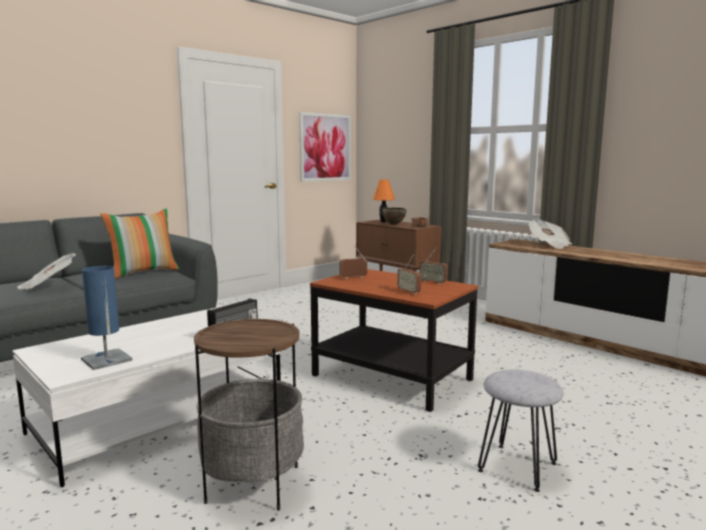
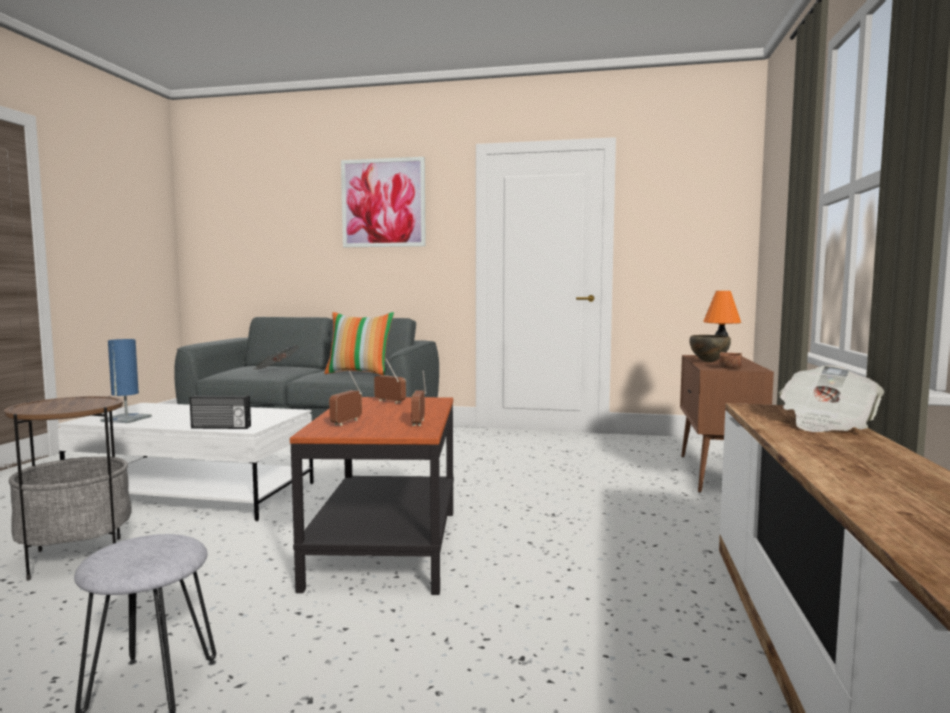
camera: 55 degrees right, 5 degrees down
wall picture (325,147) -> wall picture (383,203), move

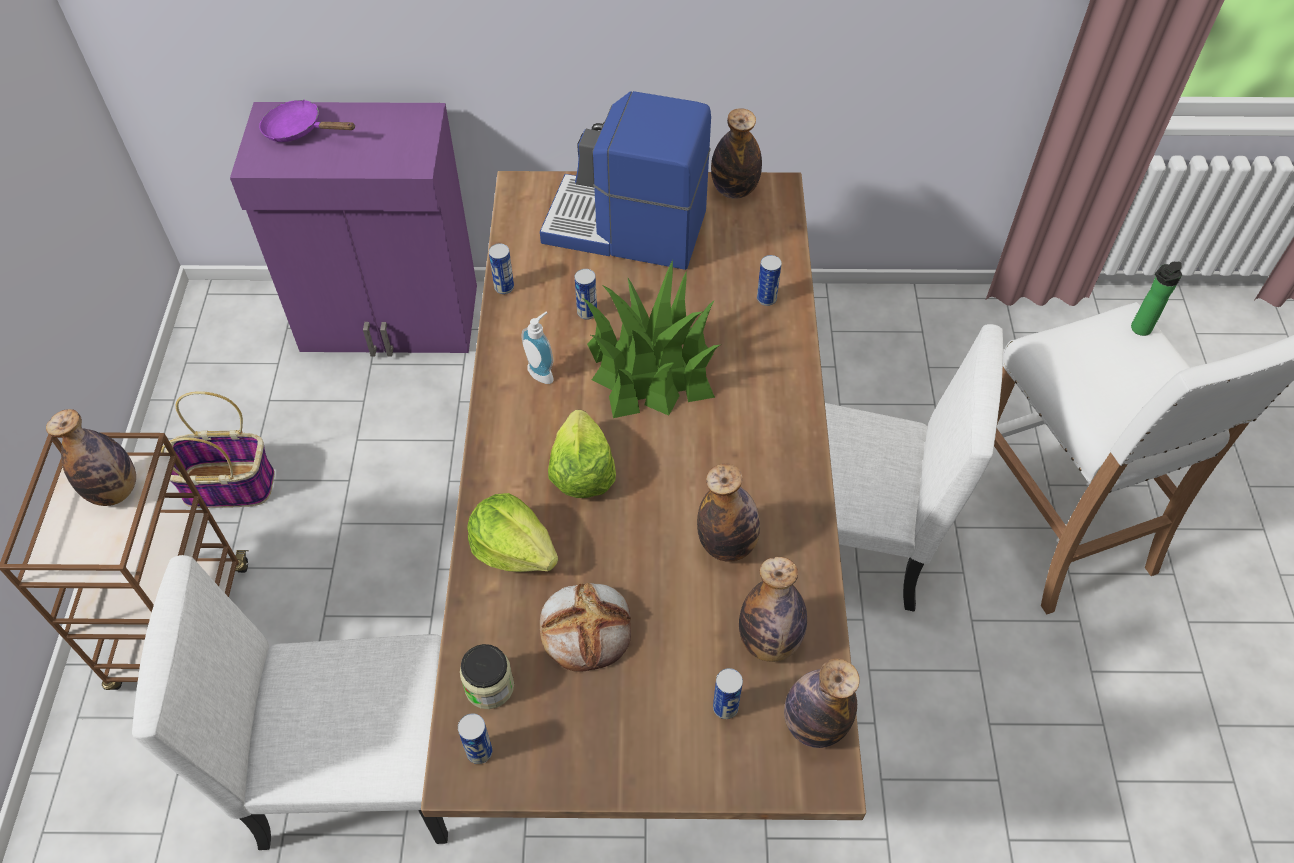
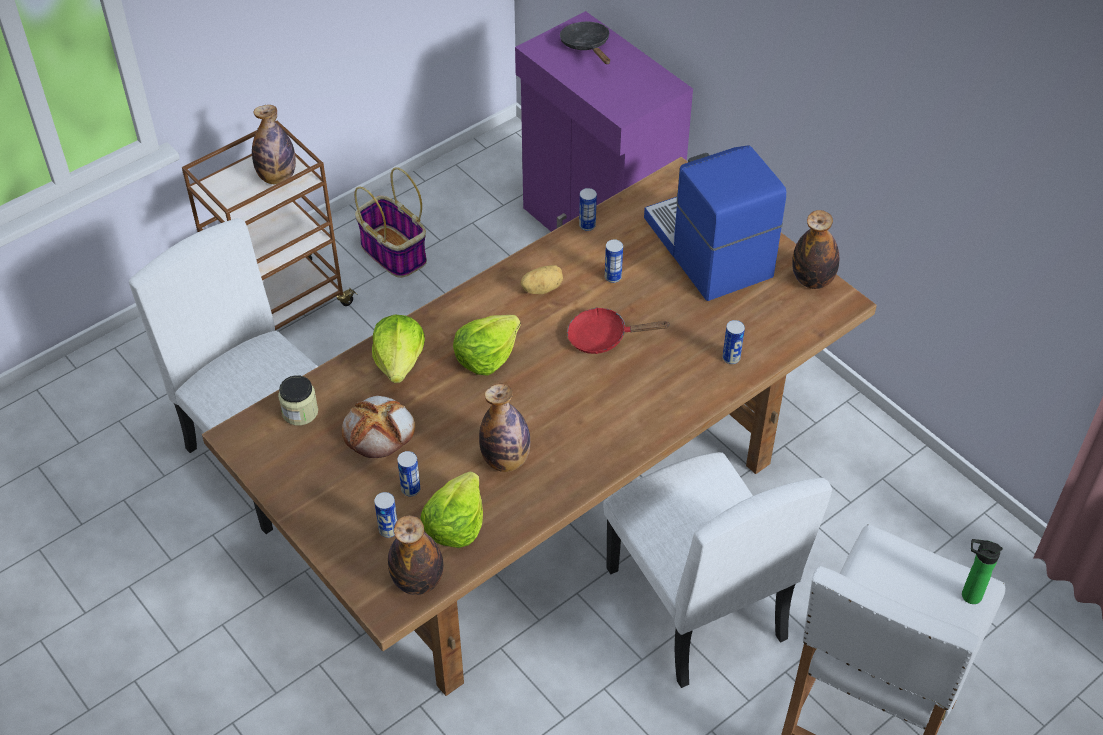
camera: 50 degrees right, 5 degrees down
purplish frying pan (299,130) -> black-coloured frying pan (587,46)
potted plant (652,368) -> red-coloured frying pan (603,337)
soap bottle (543,372) -> whole potato (542,288)
drink bottle (769,641) -> lettuce head (455,524)
can (479,752) -> can (410,489), move

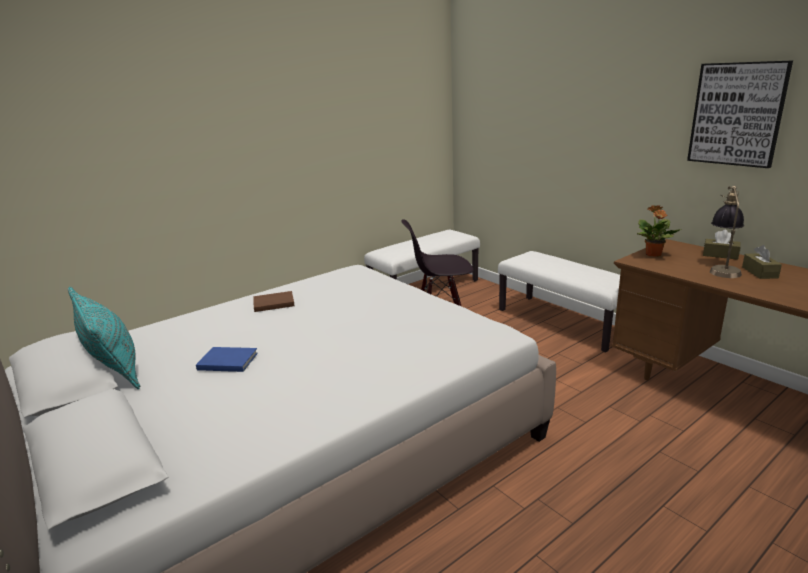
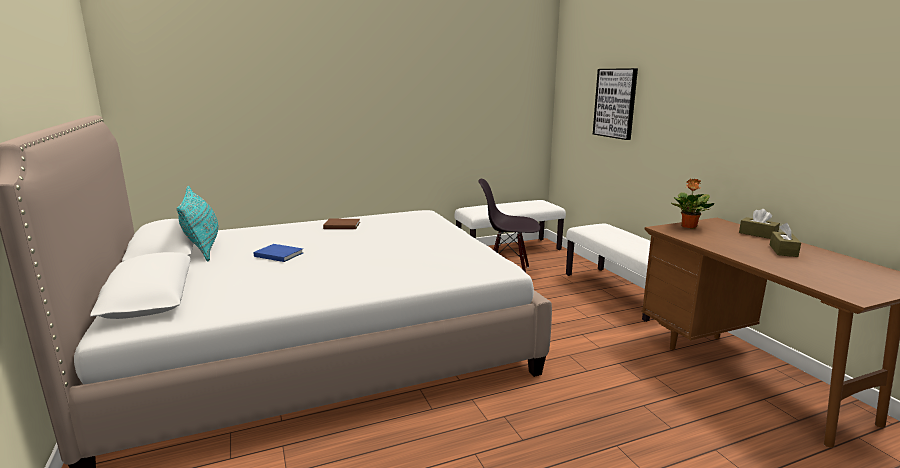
camera: 15 degrees right, 5 degrees down
wall picture (737,114) -> wall picture (615,103), move
tabletop lamp (722,268) -> none

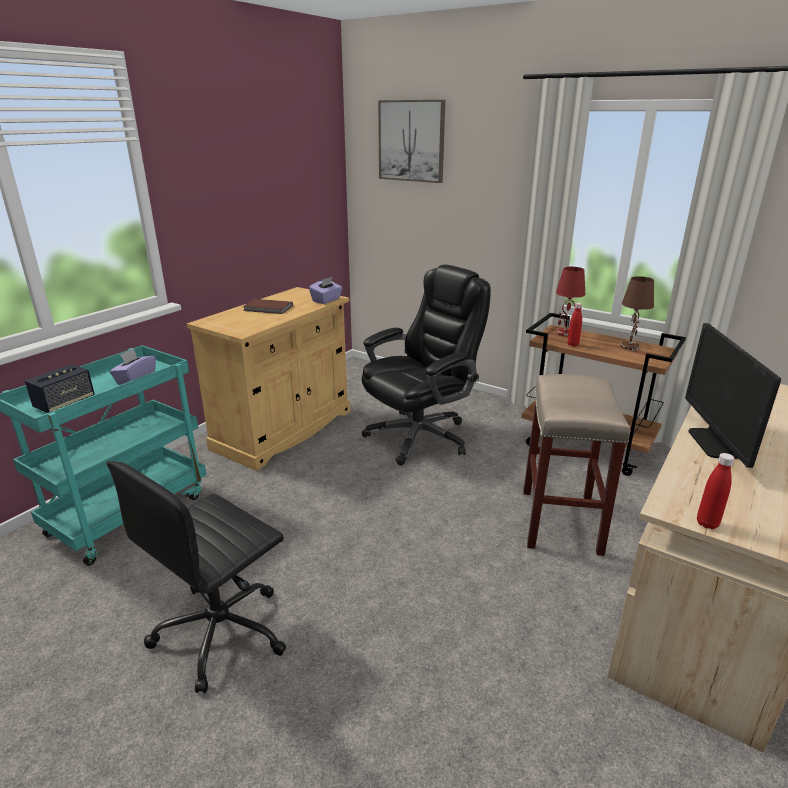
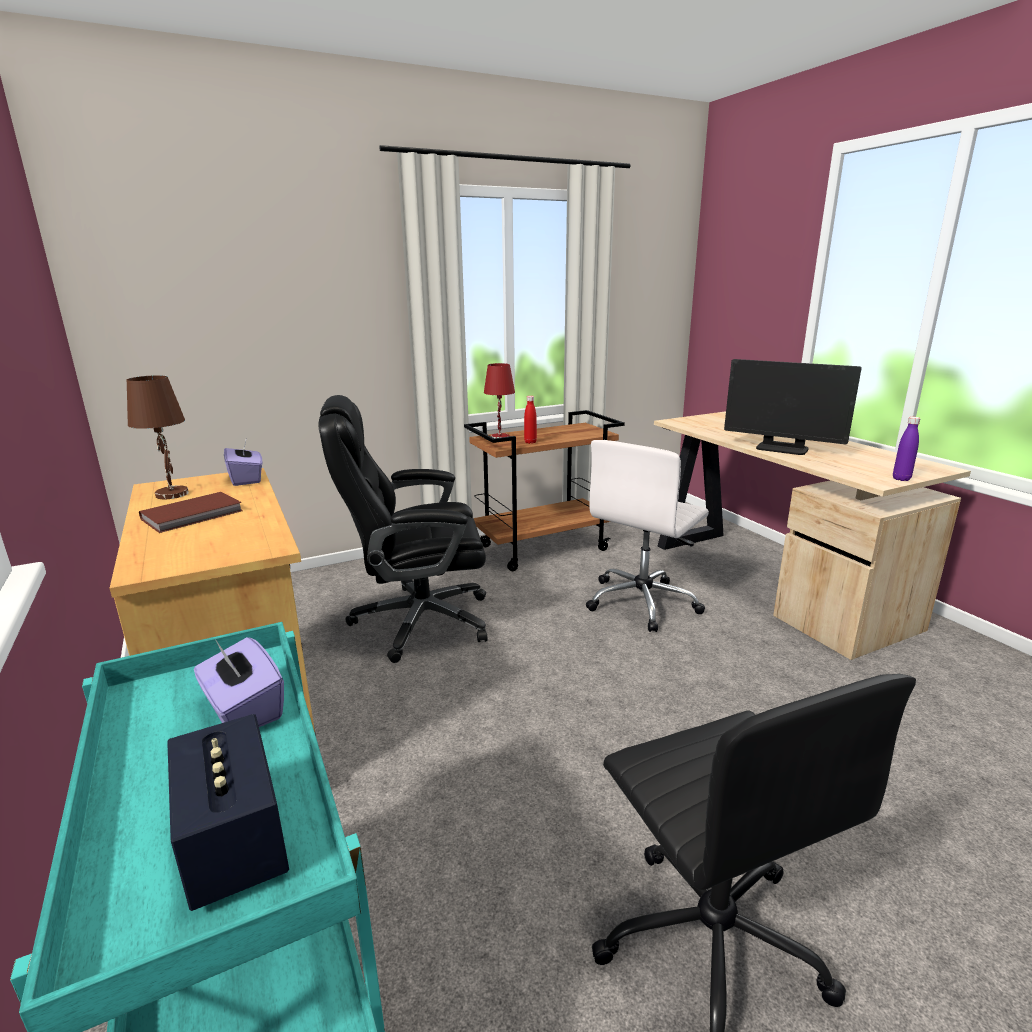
camera: 60 degrees left, 5 degrees down
wall picture (411,141) -> none
black-coloured desk chair (420,436) -> black-coloured desk chair (418,621), 90 degrees counterclockwise
brownish tabletop lamp (629,346) -> brownish tabletop lamp (171,494), move
beige-coloured stool seat (559,520) -> white desk chair (643,602)
red-coloured drink bottle (707,523) -> purplish drink bottle (901,479)

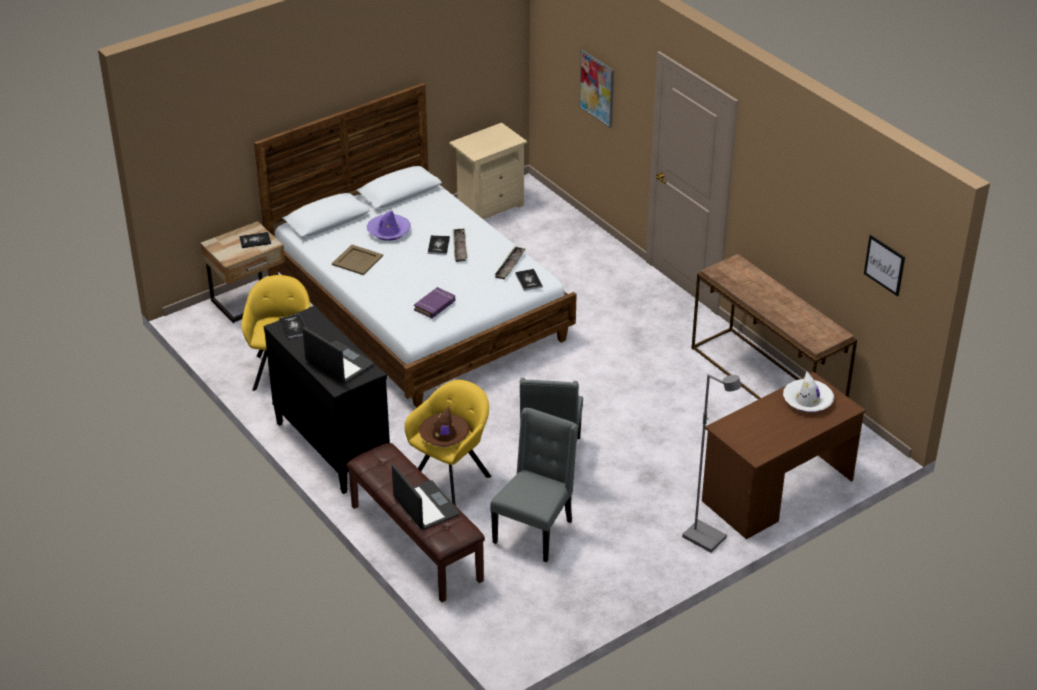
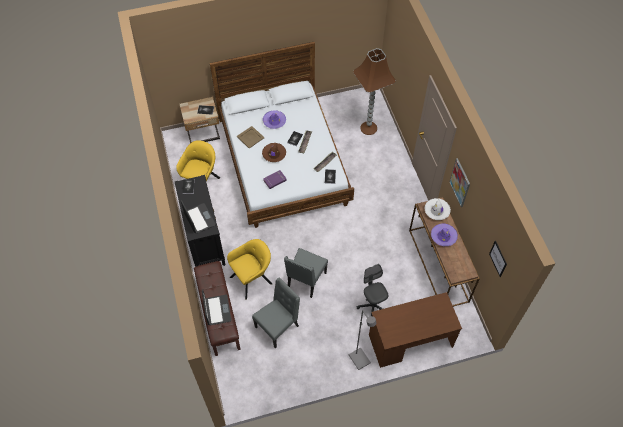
camera: 20 degrees right, 20 degrees up
wall picture (597,88) -> wall picture (460,182), move
beige-coloured night table (489,206) -> none
white wearable hat (807,400) -> white wearable hat (437,211), move
brownish wearable hat (444,435) -> brownish wearable hat (274,154), move
none -> brownish floor lamp (368,127)
none -> purplish wearable hat (443,236)
none -> greyish desk chair (372,306)

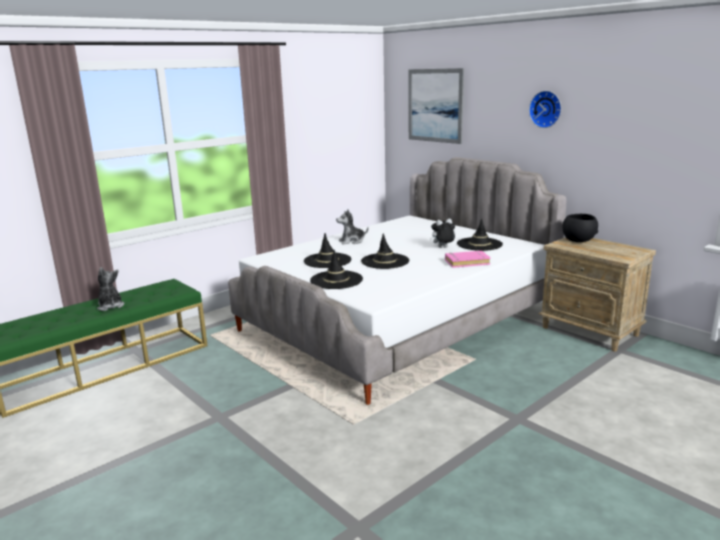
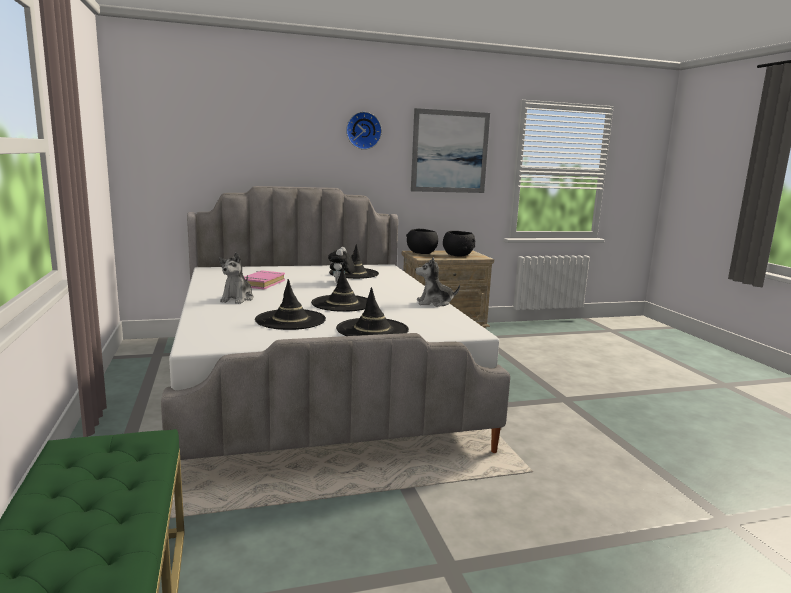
camera: 65 degrees left, 5 degrees down
wall picture (435,105) -> wall picture (450,152), move
pink-coloured bound book (467,262) -> pink-coloured bound book (262,283), move
plush toy (110,306) -> plush toy (434,303), move
none -> black-coloured serving bowl (458,255)

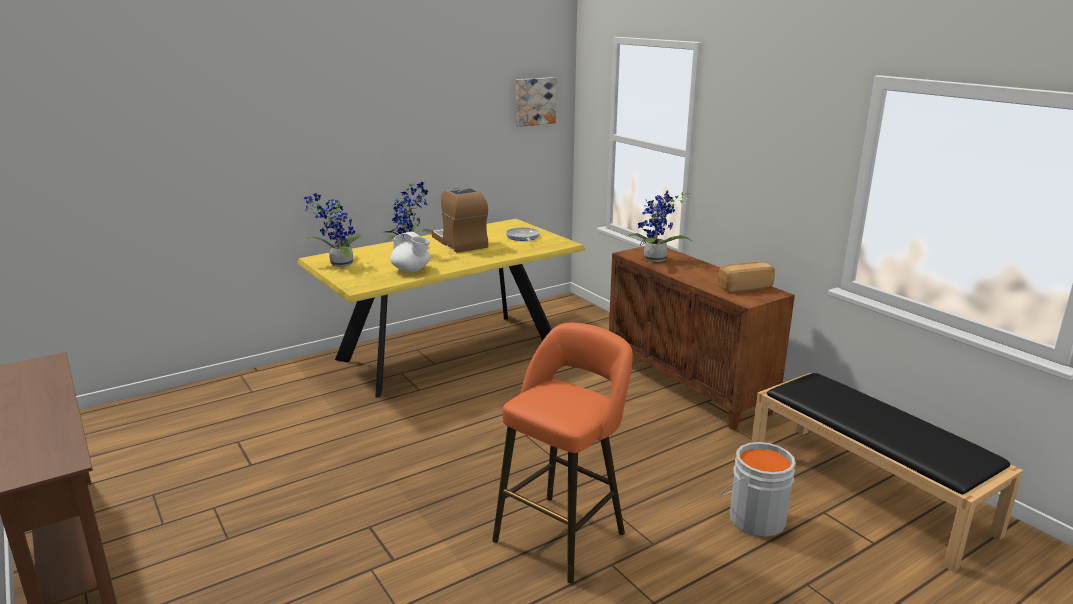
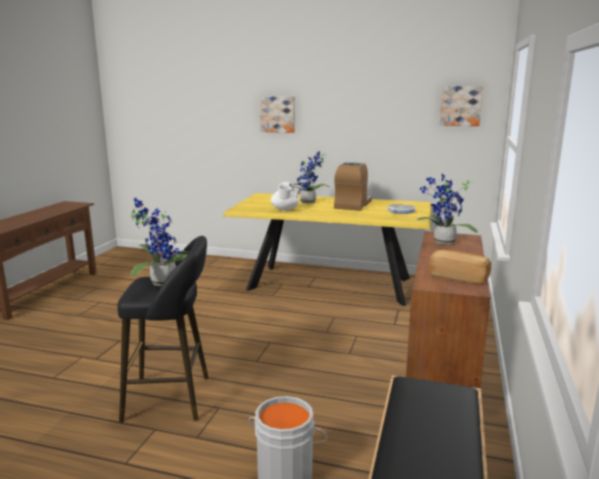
camera: 50 degrees right, 5 degrees down
potted plant (338,264) -> potted plant (161,282), move
orange-coloured stool seat (563,533) -> black-coloured stool seat (173,398)
none -> wall picture (278,114)

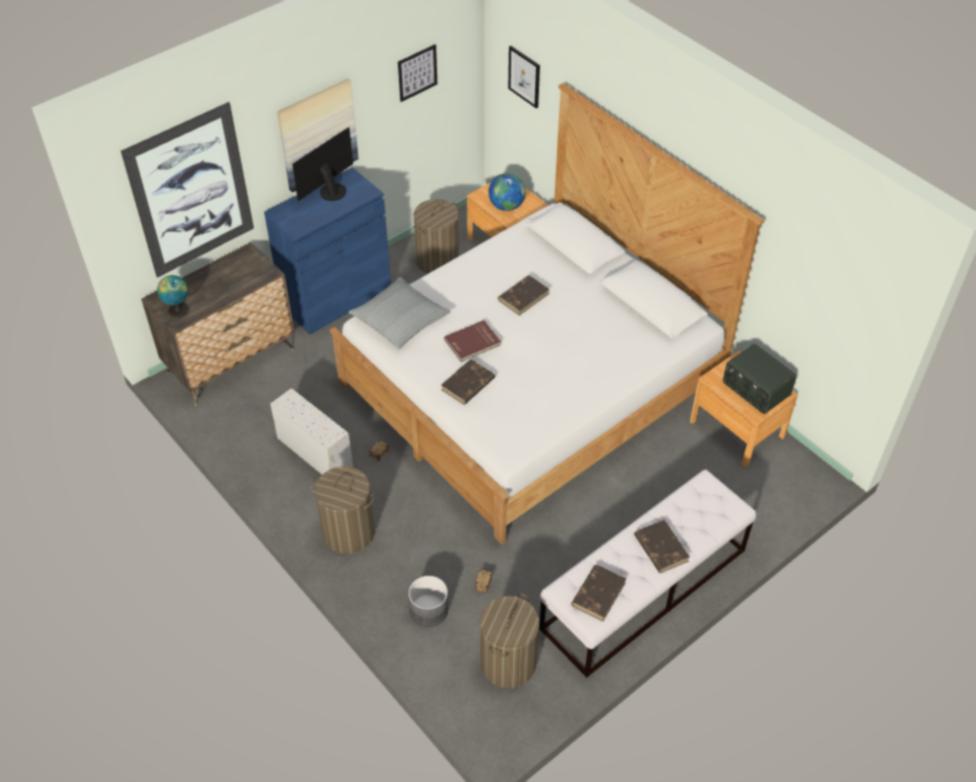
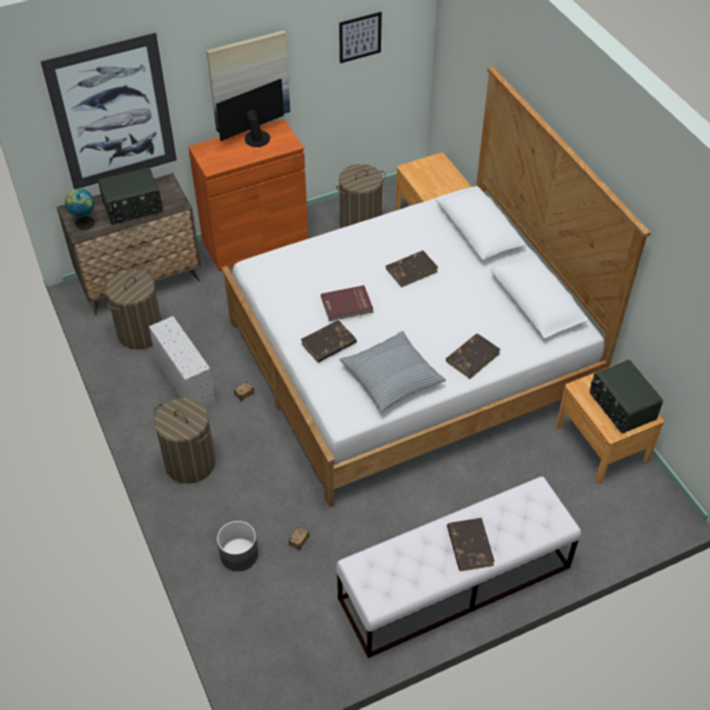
camera: 15 degrees right, 0 degrees up
wall picture (524,76) -> none
bluish cupboard (336,297) -> orange-coloured cupboard (255,241)
desk globe (506,206) -> none
throw pillow (400,320) -> throw pillow (391,377), move
brownish bound book (598,593) -> brownish bound book (473,357), move
laundry basket (508,663) -> laundry basket (140,333), move
none -> radio receiver (133,208)

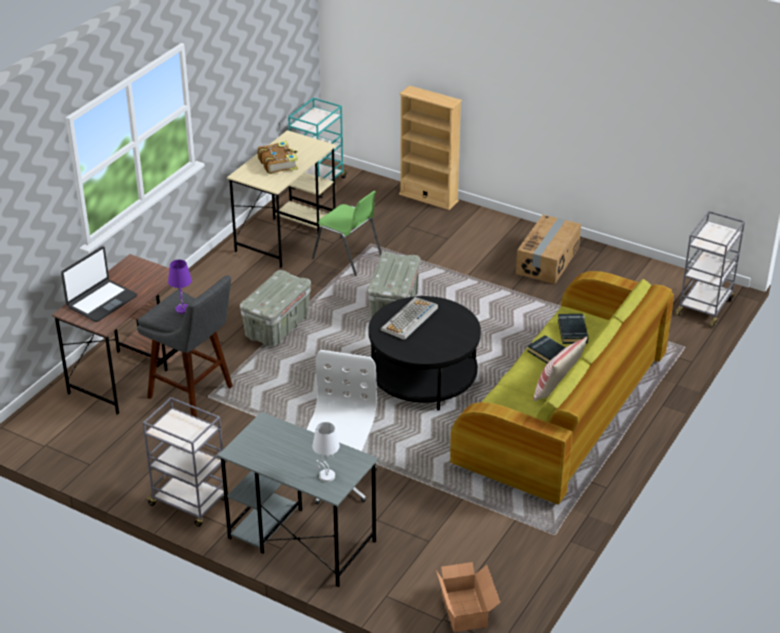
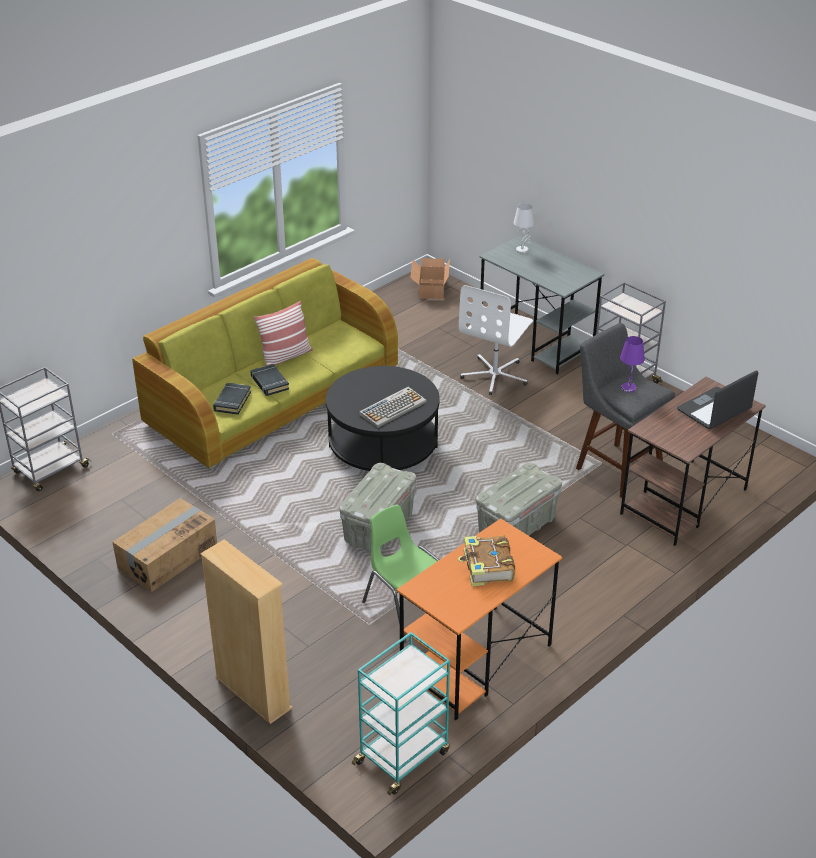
camera: 165 degrees left, 0 degrees up
beige-coloured desk (286,234) -> orange-coloured desk (475,662)

